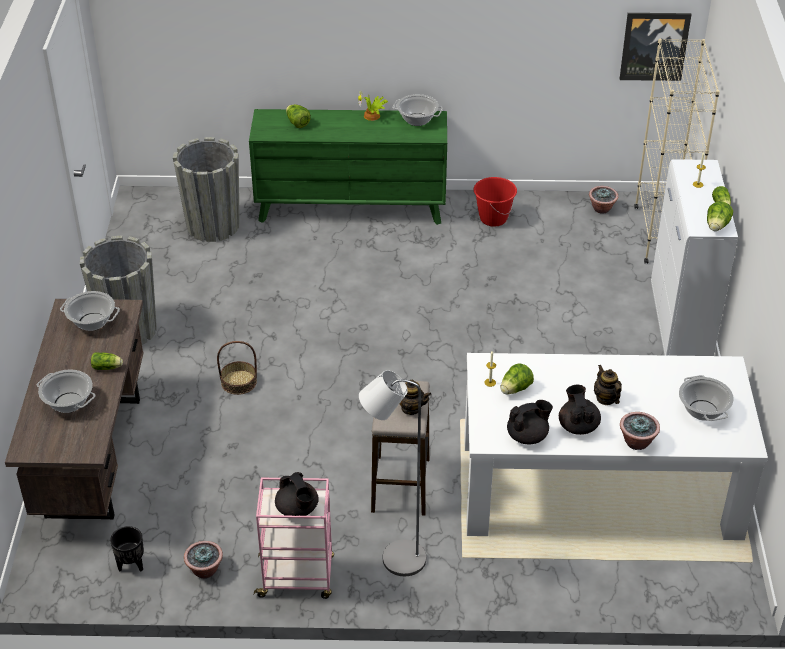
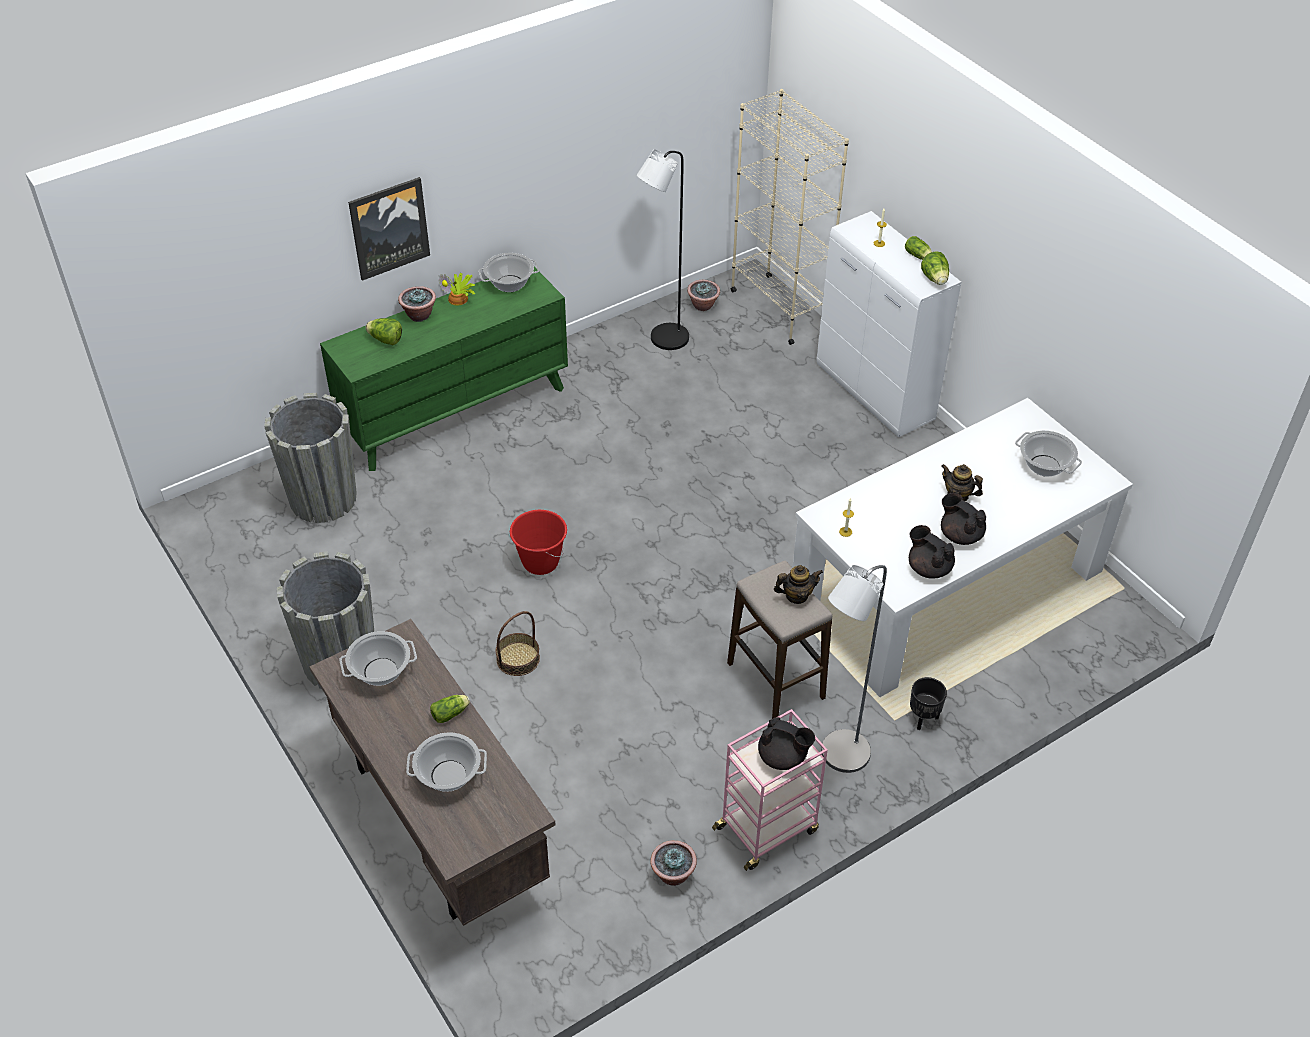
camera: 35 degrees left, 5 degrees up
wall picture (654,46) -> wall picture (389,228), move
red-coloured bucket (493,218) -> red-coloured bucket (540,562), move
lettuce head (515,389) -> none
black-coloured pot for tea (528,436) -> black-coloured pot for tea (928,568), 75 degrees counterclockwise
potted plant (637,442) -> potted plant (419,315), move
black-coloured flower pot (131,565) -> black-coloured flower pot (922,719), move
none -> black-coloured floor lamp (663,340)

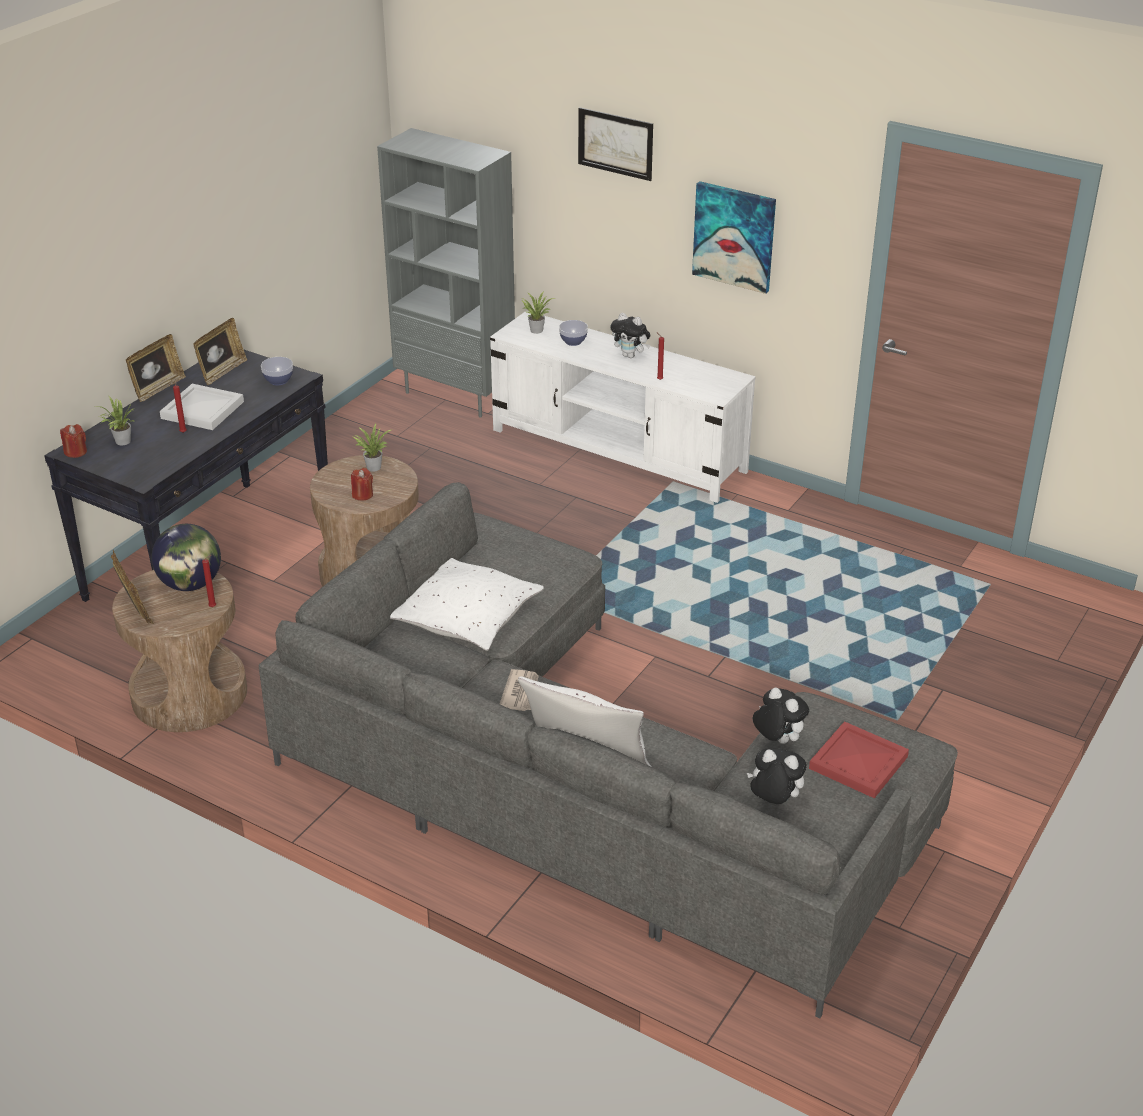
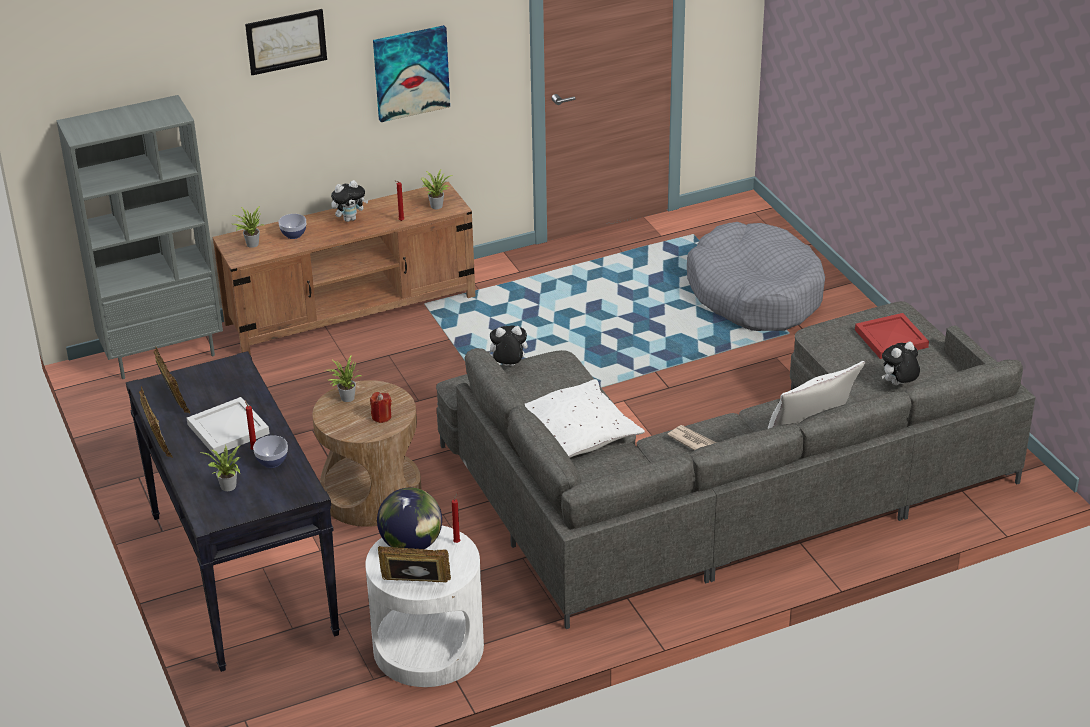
camera: 55 degrees left, 0 degrees up
white media console (619,451) -> brownish media console (352,310)
serving bowl (278,381) -> serving bowl (272,461), move
red-coloured candle (76,452) -> none
brownish accent table (189,694) -> white accent table (428,647)
plush toy (777,740) -> plush toy (508,366), move
none -> potted plant (436,205)
none -> greyish dog bed (755,294)

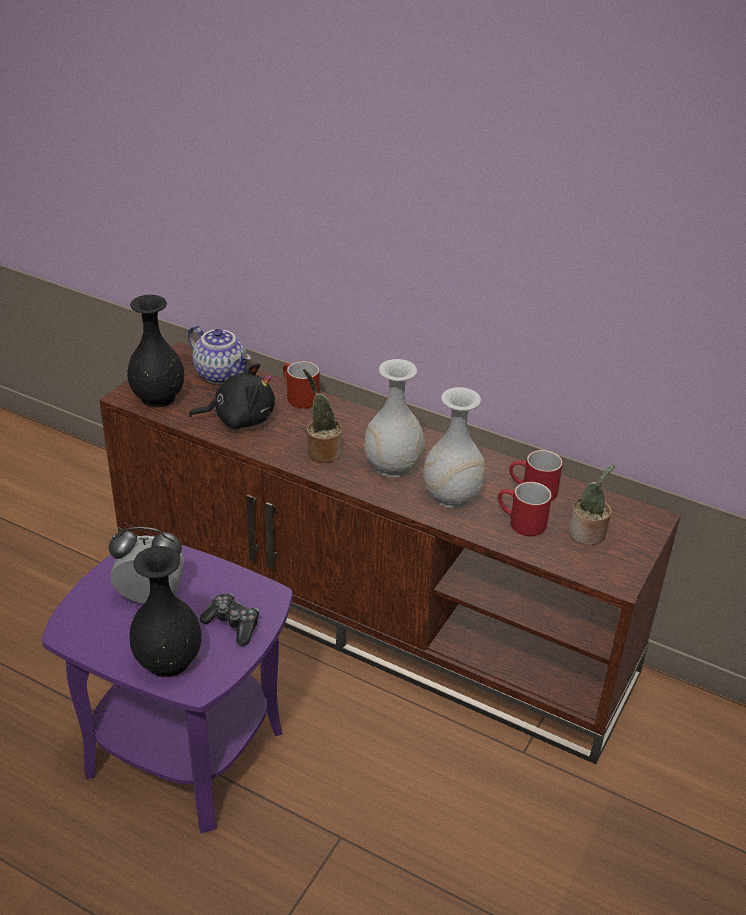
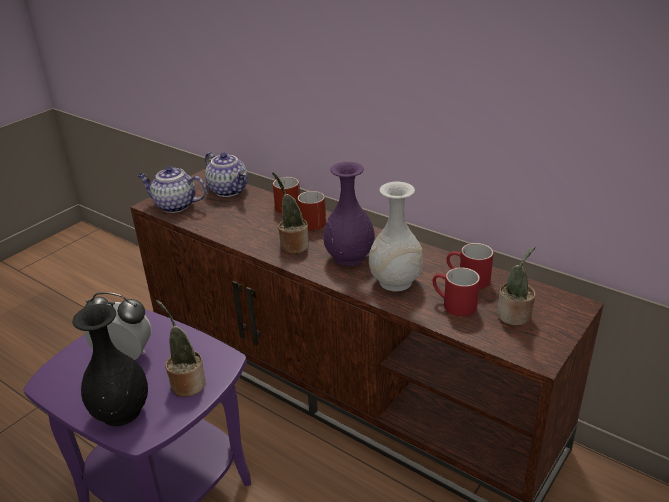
camera: 10 degrees right, 5 degrees down
black-coloured vase (157,398) -> pot for tea (174,205)
white vase (393,465) -> purplish vase (349,257)
black-coloured plush toy (240,418) -> none
game controller (232,624) -> potted plant (186,383)
none -> red-coloured coffee mug (312,220)

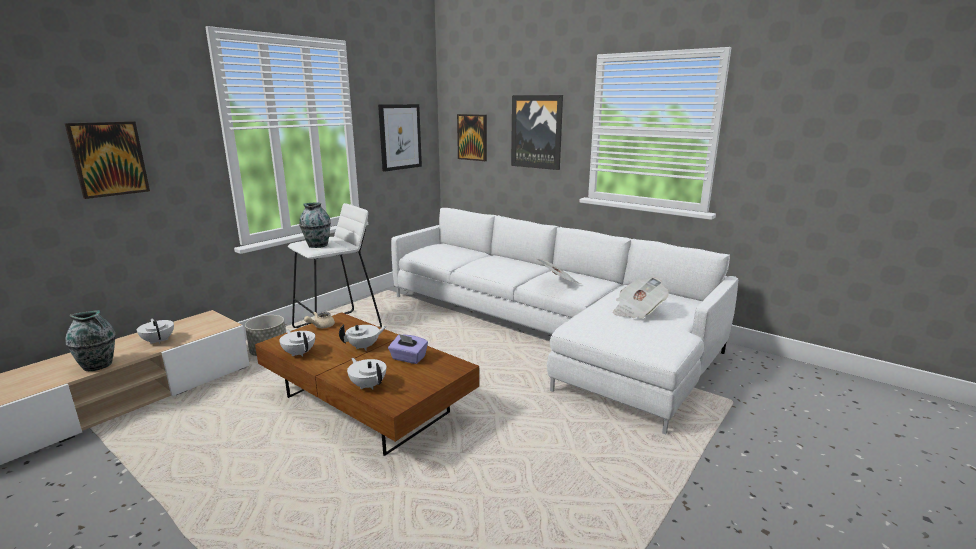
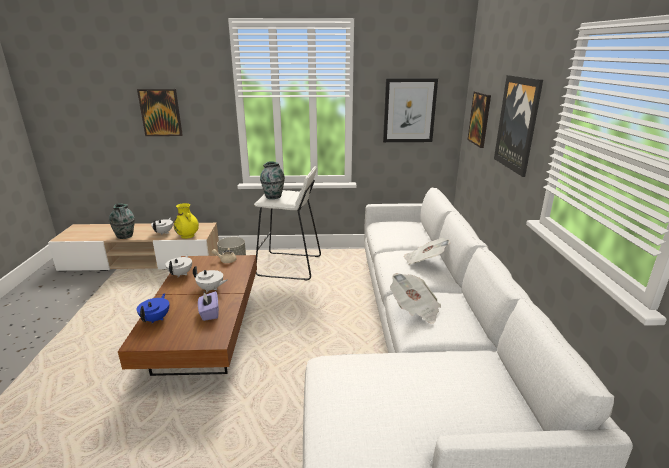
camera: 50 degrees right, 5 degrees up
newspaper (637,311) -> newspaper (424,261), move
white pot for tea (368,385) -> bluish pot for tea (156,319)
none -> yellow-coloured vase (188,236)

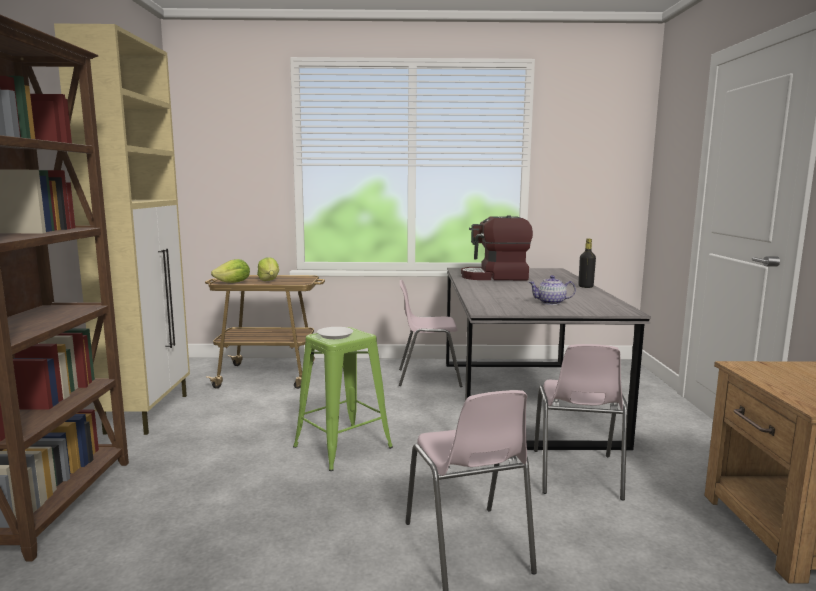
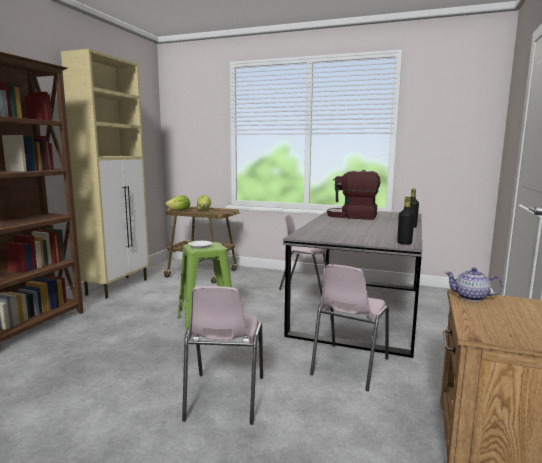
camera: 20 degrees right, 0 degrees up
pot for tea (551,303) -> pot for tea (471,297), move
none -> black-coloured drink bottle (404,243)

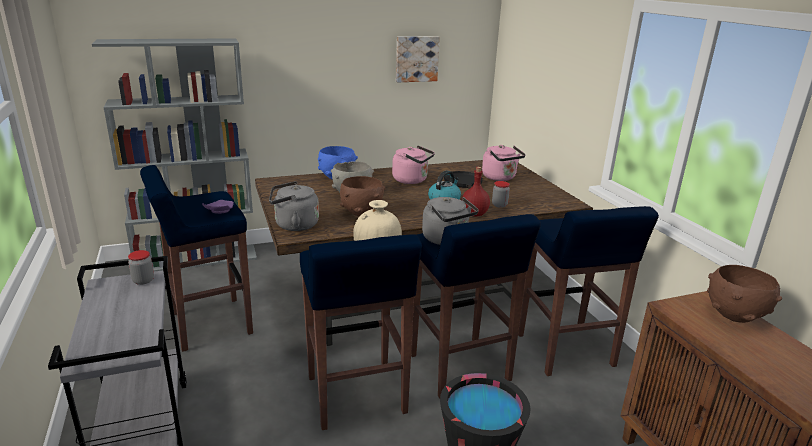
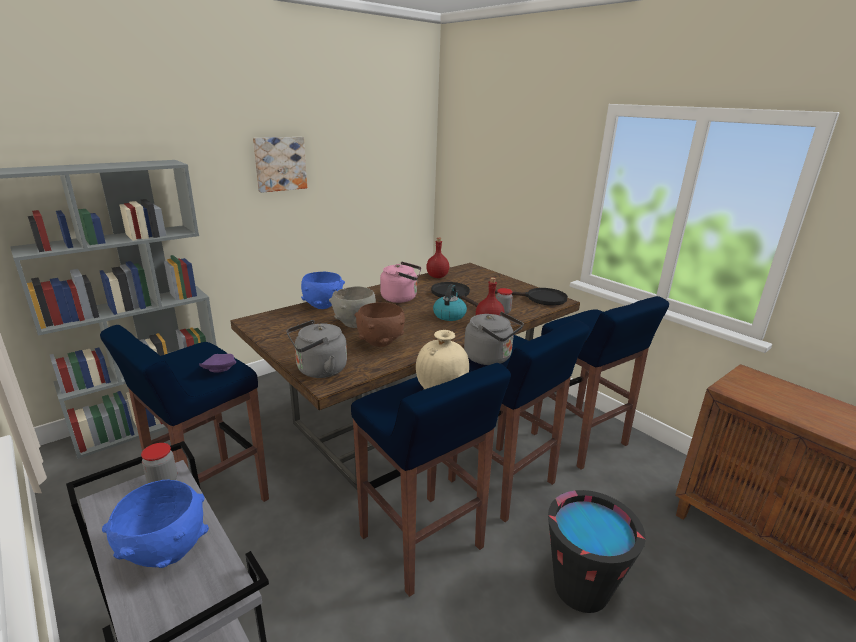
camera: 20 degrees left, 0 degrees up
wall picture (416,58) -> wall picture (279,163), move
pink-coloured water kettle (500,178) -> none
brownish serving bowl (734,316) -> none
none -> red-coloured drink bottle (437,276)
none -> black-coloured frying pan (540,299)
none -> bluish serving bowl (165,552)

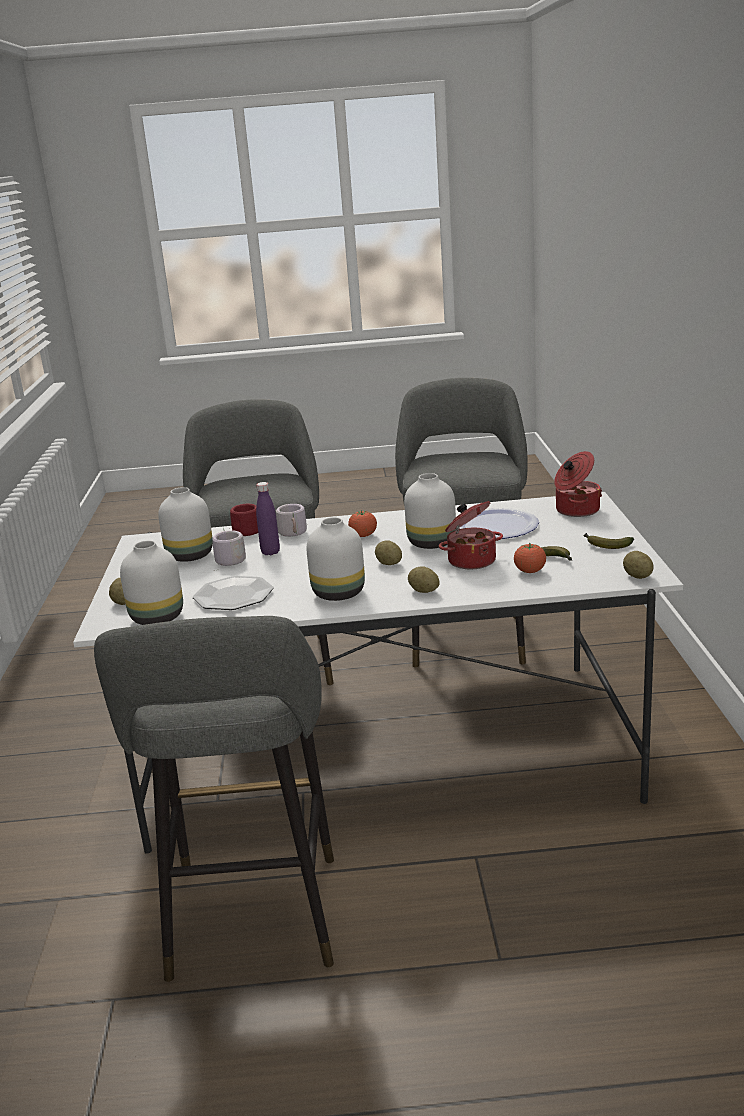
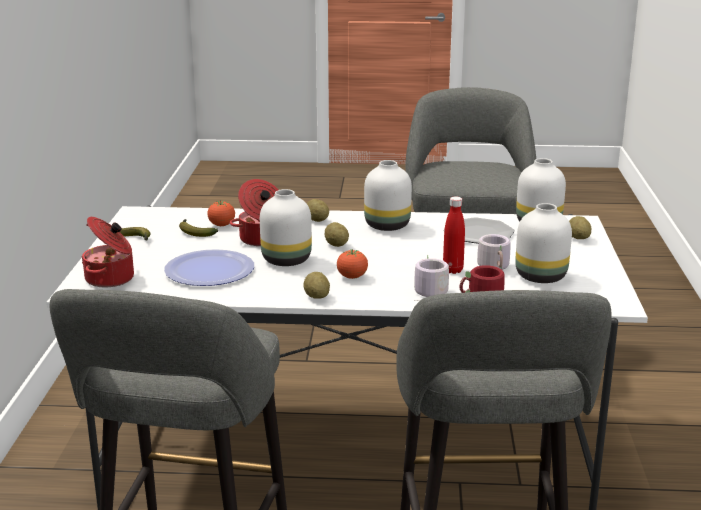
camera: 175 degrees left, 0 degrees up
purplish drink bottle (270,552) -> red-coloured drink bottle (452,270)
whole potato (637,576) -> whole potato (317,297), move

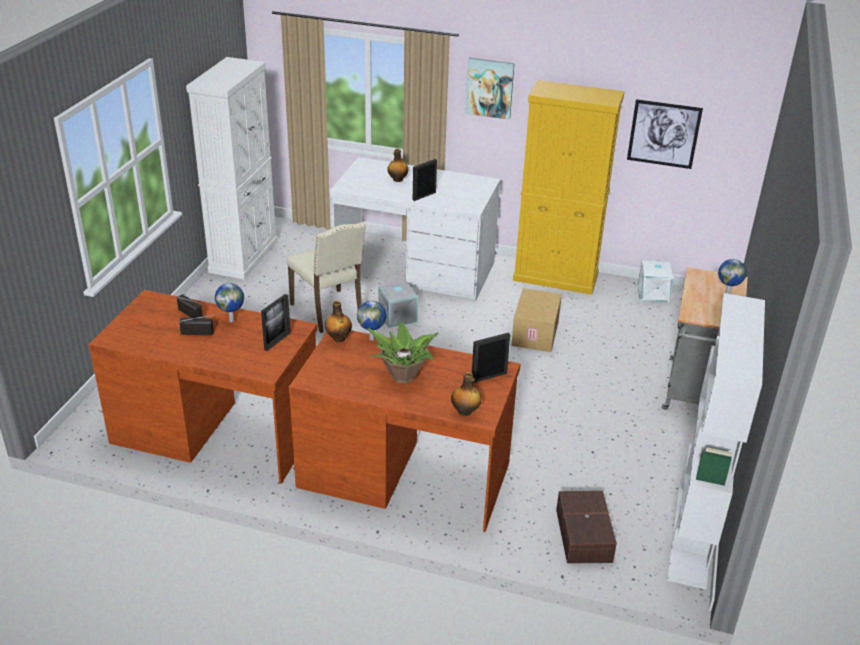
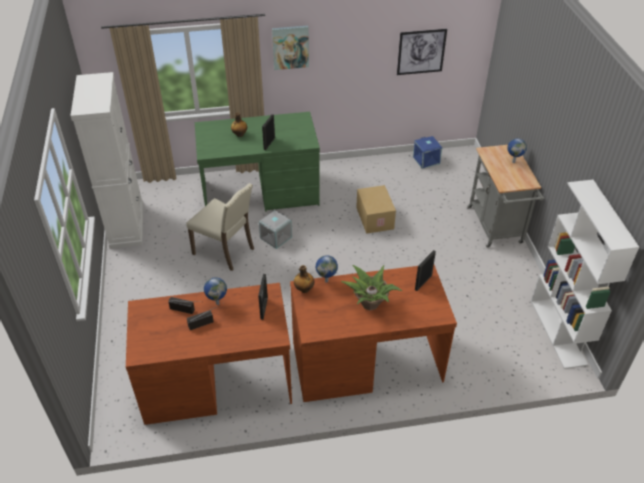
camera: 25 degrees left, 10 degrees up
yellow-coloured cupboard (556,277) -> none
white desk (415,269) -> green-coloured desk (261,193)
white storage box (653,294) -> bluish storage box (426,160)
drink bottle (465,412) -> none
brownish storage box (582,536) -> none

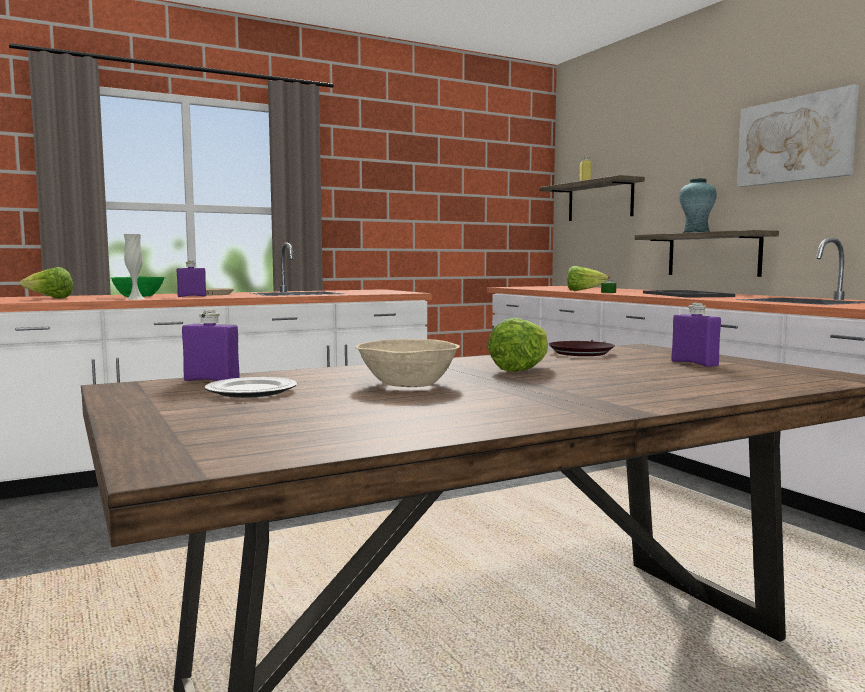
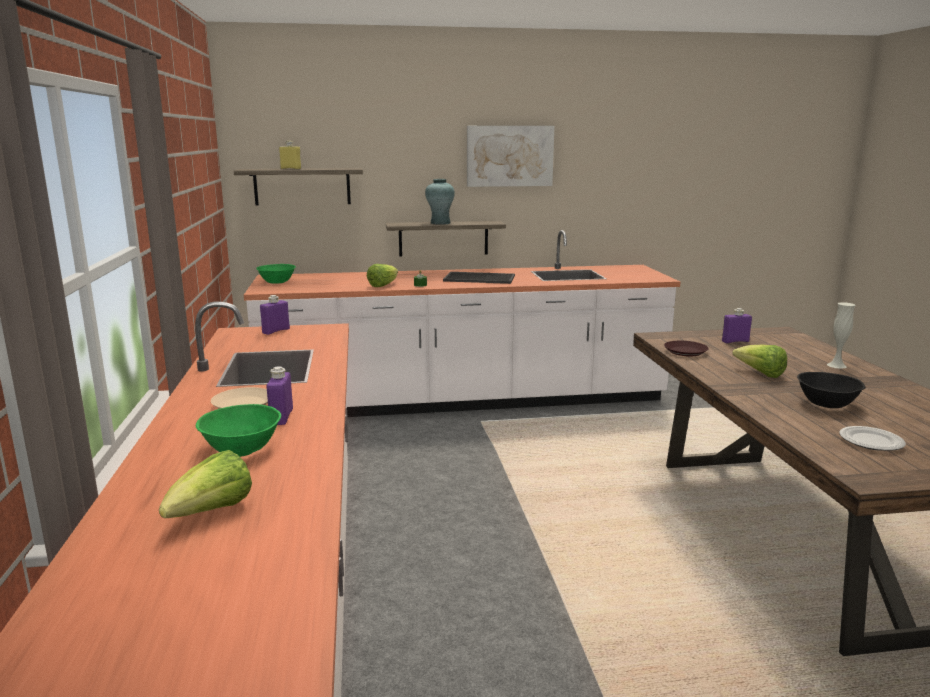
camera: 70 degrees left, 10 degrees up
white vase (135,299) -> white vase (836,365), move
purplish drink bottle (211,380) -> purplish drink bottle (276,331), move
beige-coloured serving bowl (407,384) -> black-coloured serving bowl (828,404)
none -> green-coloured serving bowl (276,282)

